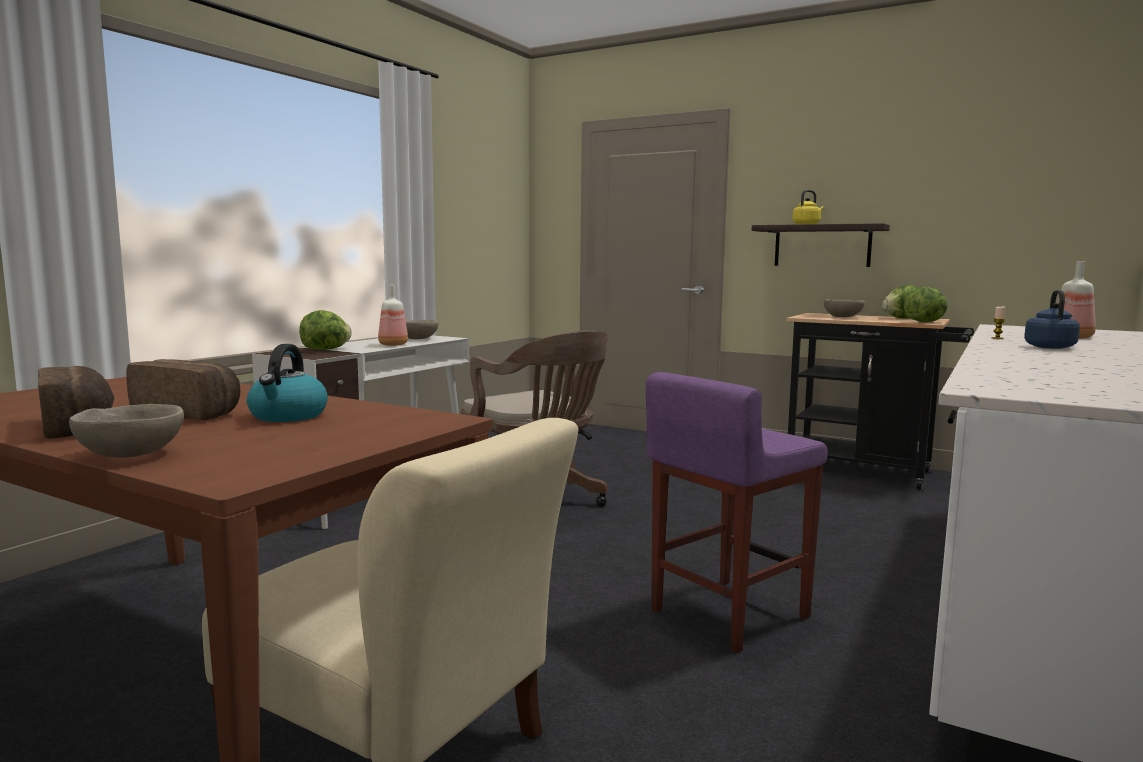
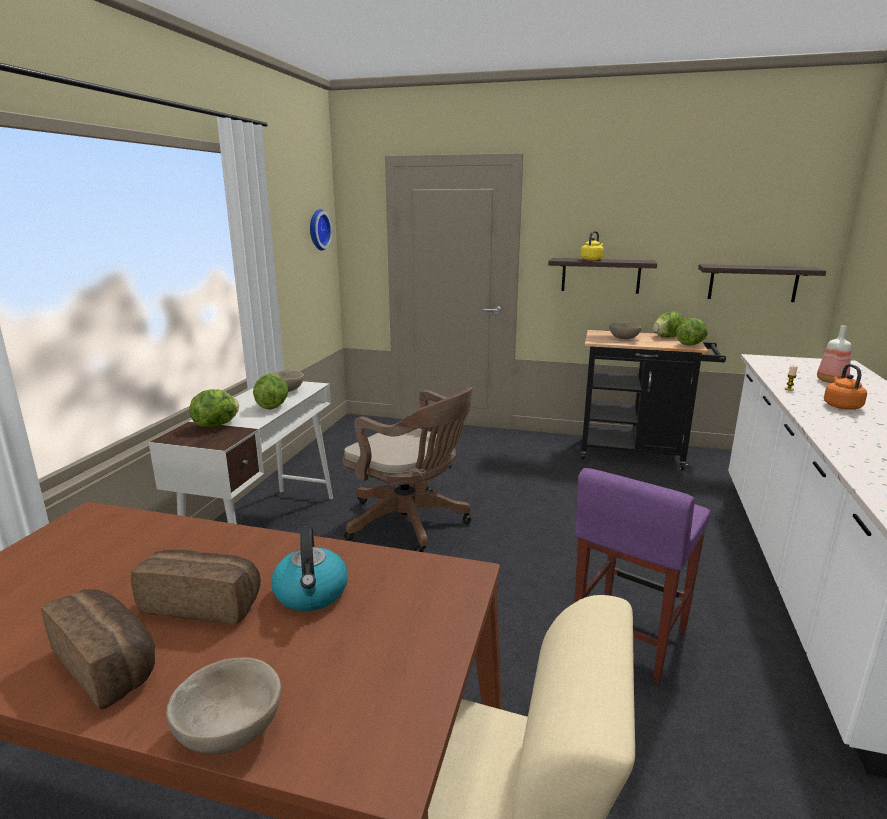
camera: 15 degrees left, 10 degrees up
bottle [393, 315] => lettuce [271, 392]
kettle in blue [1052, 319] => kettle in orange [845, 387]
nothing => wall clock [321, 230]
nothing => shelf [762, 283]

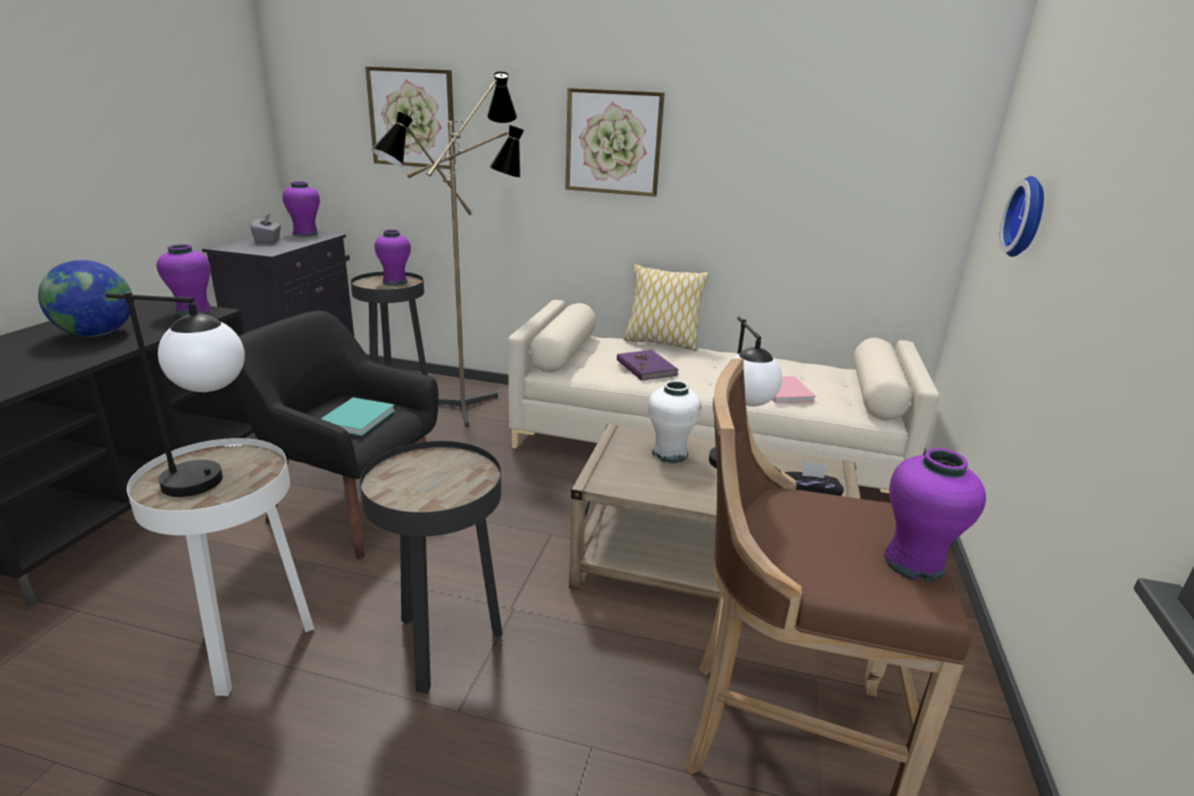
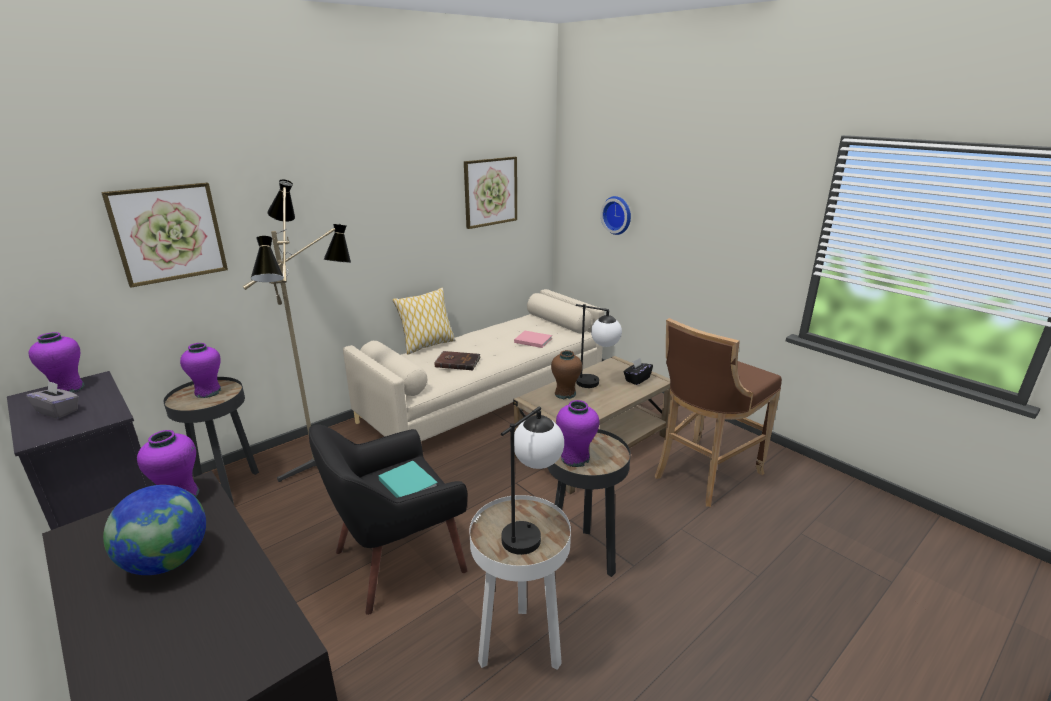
camera: 55 degrees left, 0 degrees up
picture [615, 142] => picture [490, 192], shifted
book in purple [647, 365] => book in brown [457, 360]
vase in white [674, 421] => vase in brown [566, 374]
vase in purple [935, 515] => vase in purple [577, 433], shifted

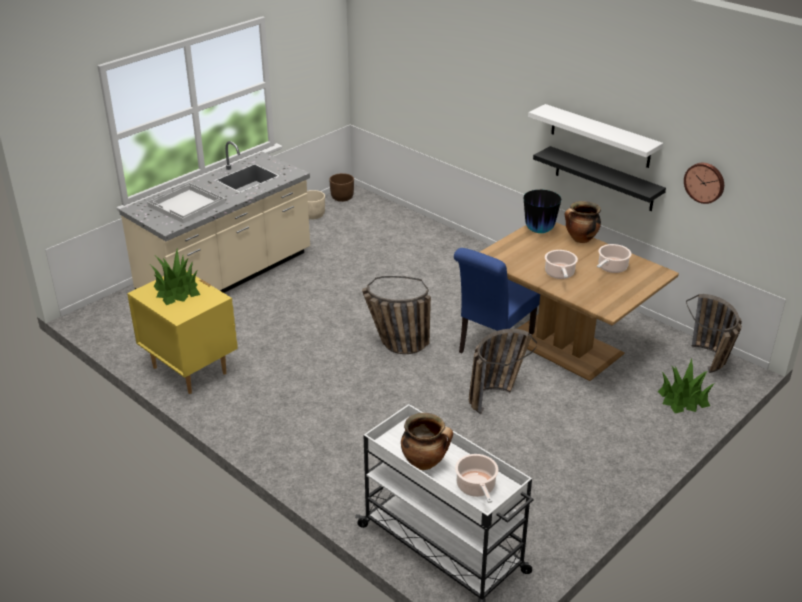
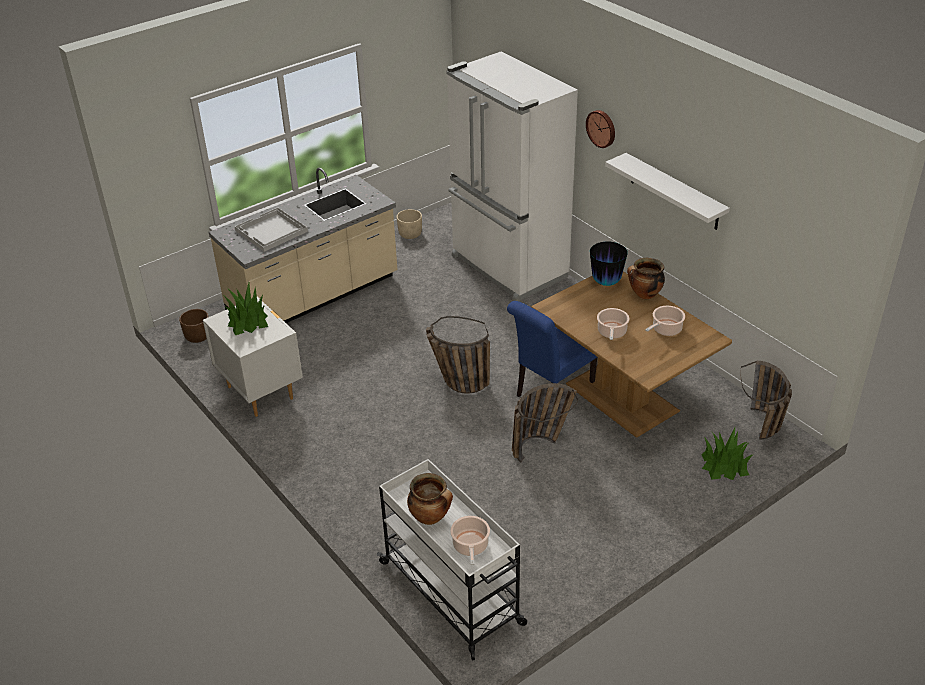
camera: 10 degrees right, 5 degrees up
nightstand in yellow [182, 332] => nightstand in white [253, 357]
planter in brown [341, 187] => planter in brown [193, 326], shifted
shelf in black [599, 178] => nothing
wall clock [704, 183] => wall clock [600, 129], shifted
nothing => fridge in white [512, 176]

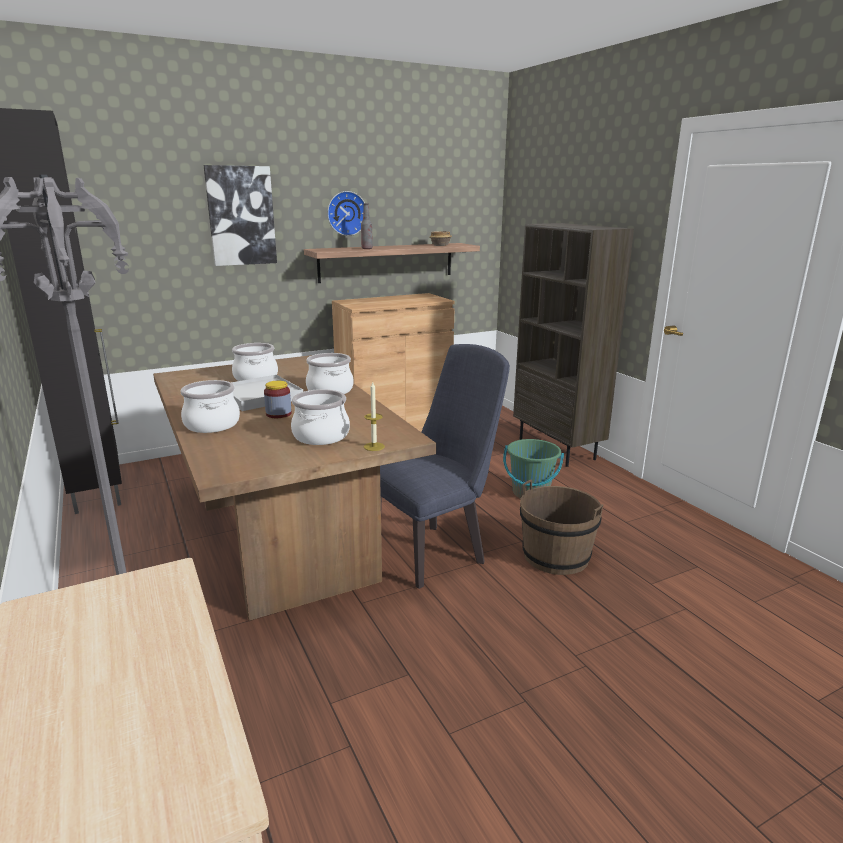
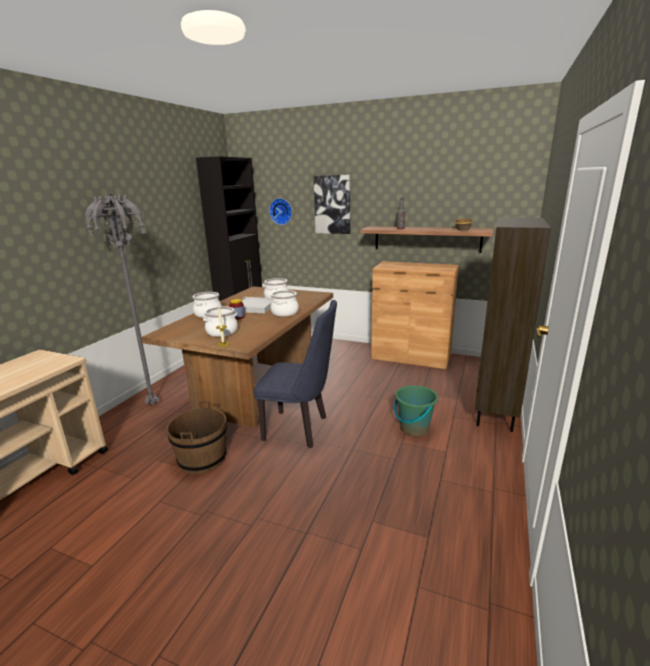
camera: 50 degrees right, 0 degrees up
wall clock [346, 213] => wall clock [280, 211], shifted
bucket in brown [562, 527] => bucket in brown [196, 437], shifted

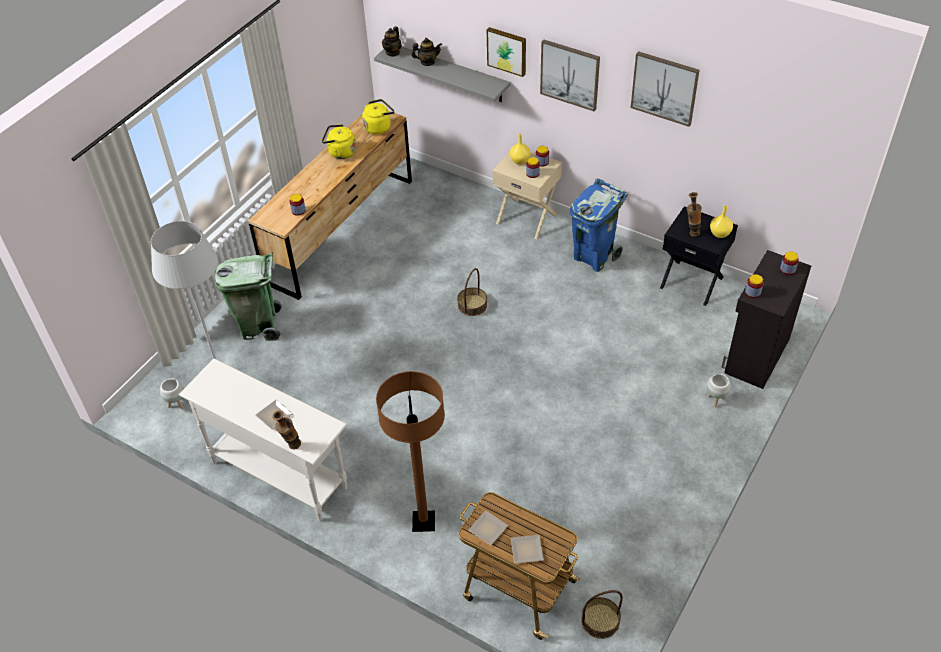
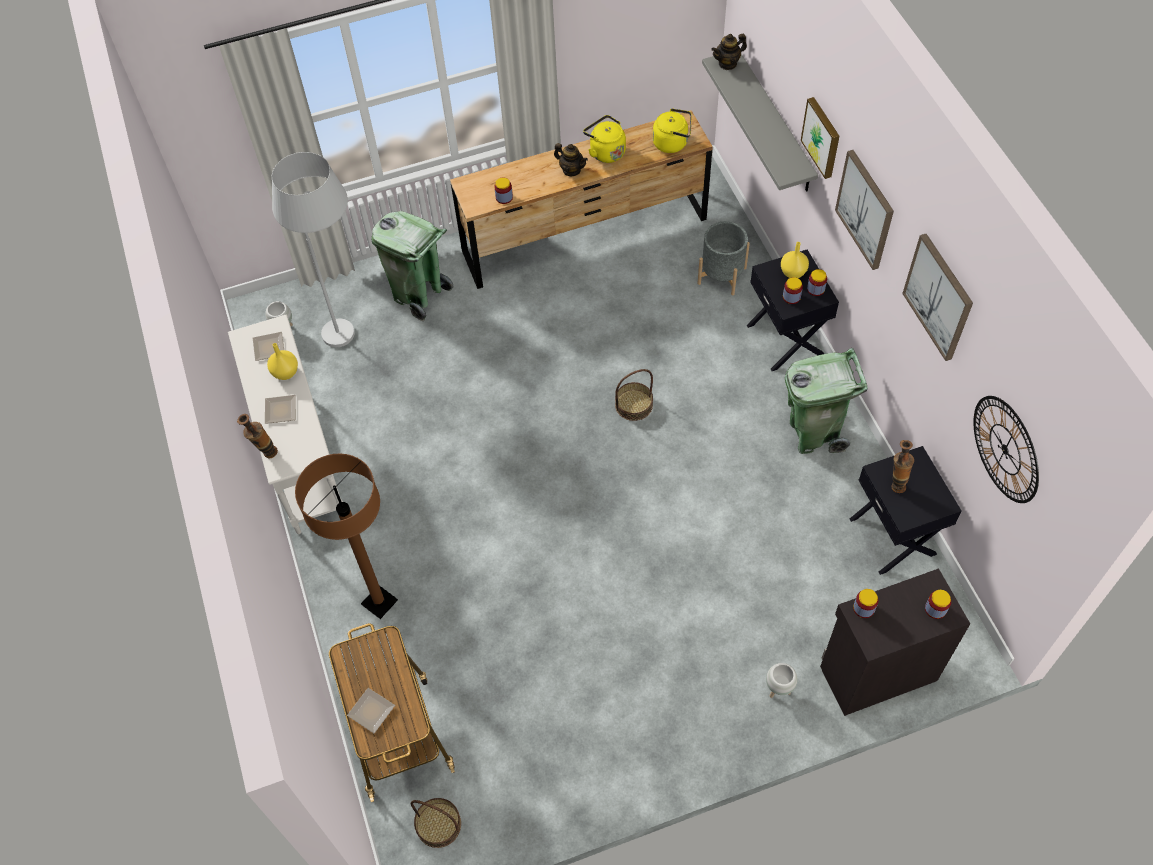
camera: 40 degrees right, 10 degrees up
teapot [426, 52] => teapot [571, 159], shifted
plate [488, 528] => plate [268, 346], shifted
nightstand in beige [527, 195] => nightstand in black [793, 310]
trash can in blue [599, 225] => trash can in green [826, 401]
vase in yellow [721, 222] => vase in yellow [282, 361], shifted
nothing => planter in grey [723, 258]
nothing => wall clock [1006, 449]

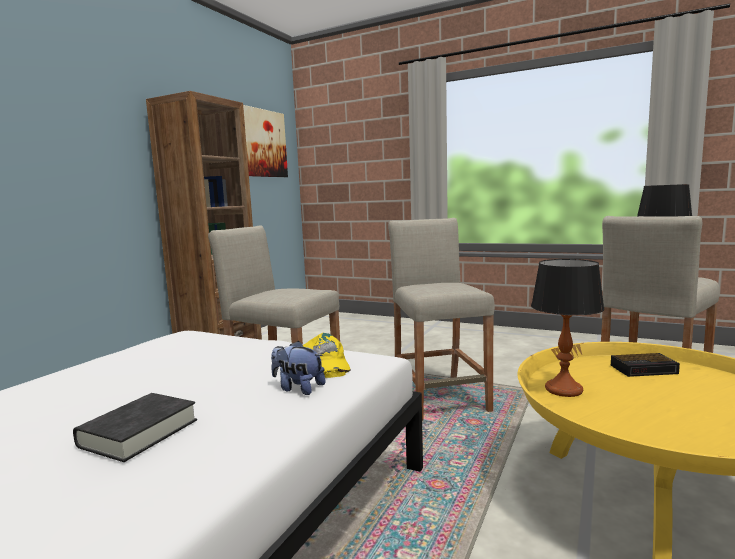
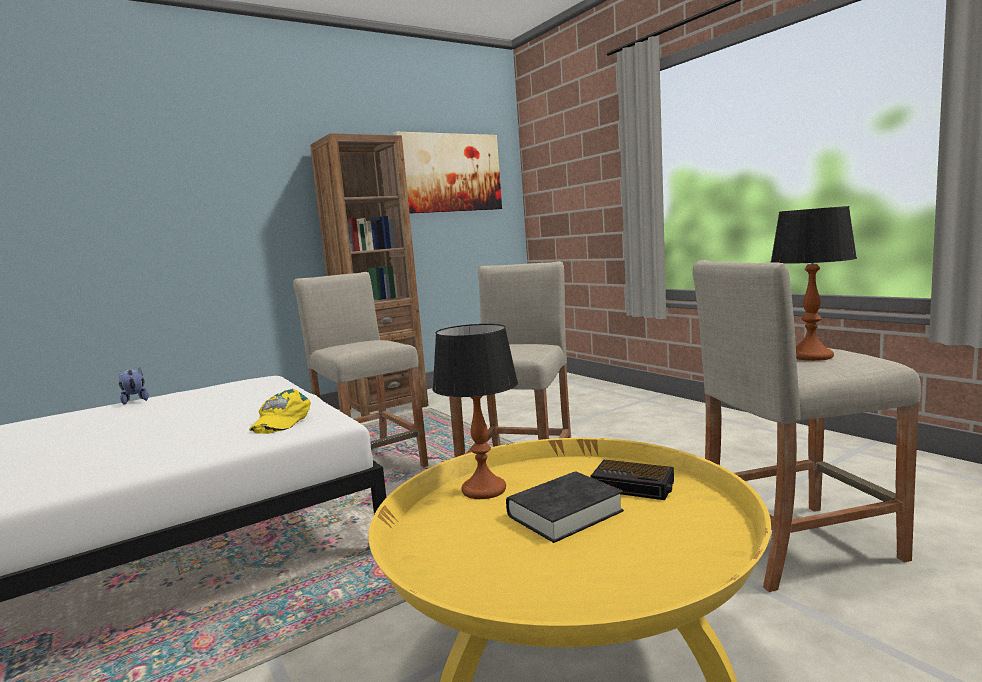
camera: 30 degrees right, 0 degrees up
book in black [135, 427] => book in black [565, 507], shifted
plush toy [298, 368] => plush toy [134, 386], shifted

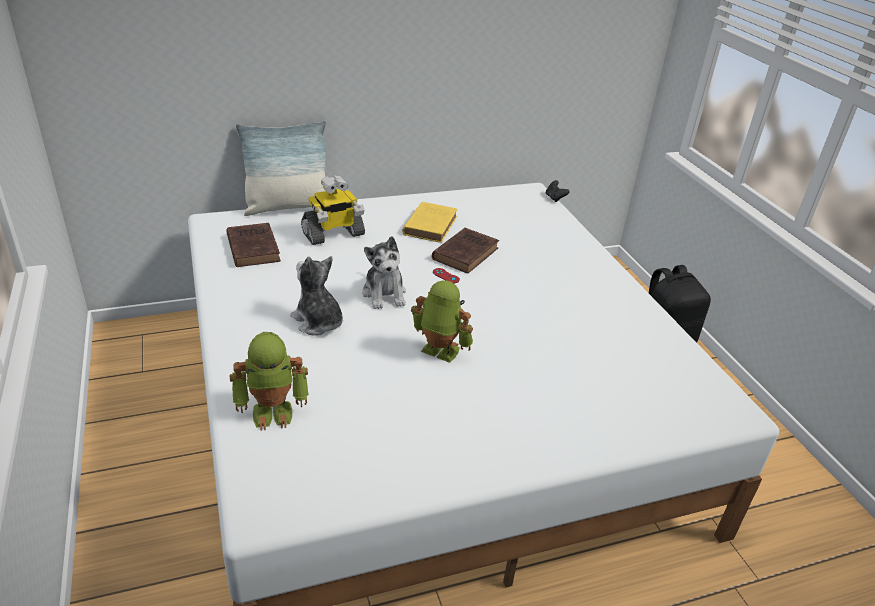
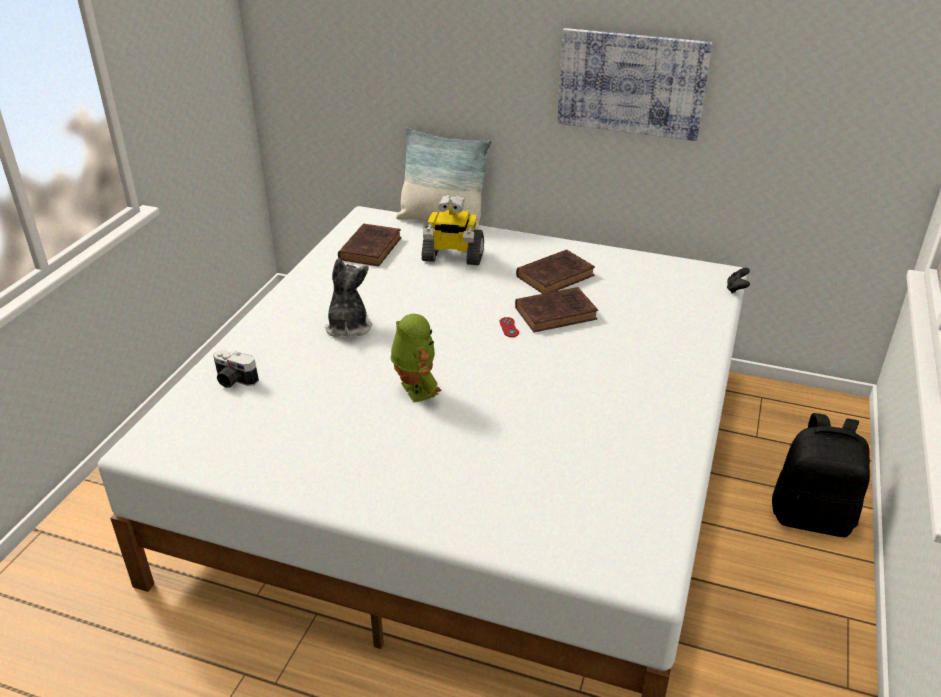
camera: 40 degrees right, 0 degrees up
toy robot [269, 381] => photo camera [236, 369]
plush toy [384, 272] => nothing
book in yellow [430, 222] => book in brown [555, 271]
nothing => picture [634, 84]

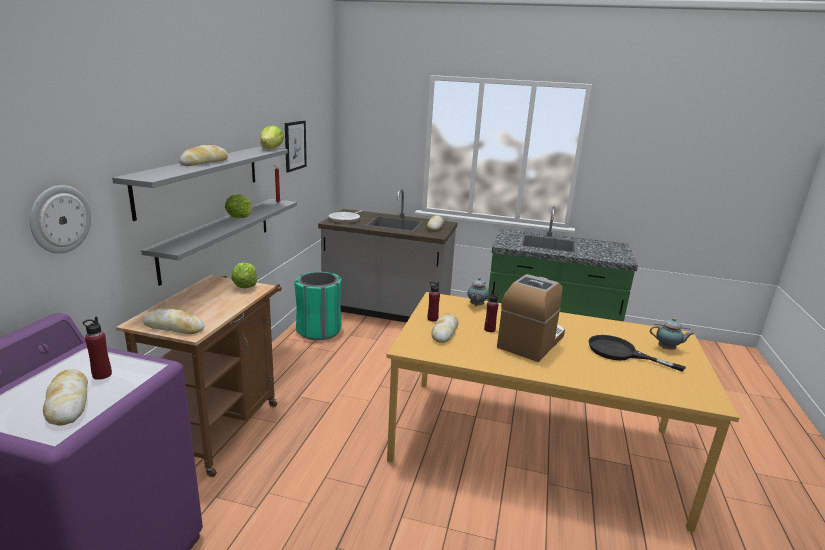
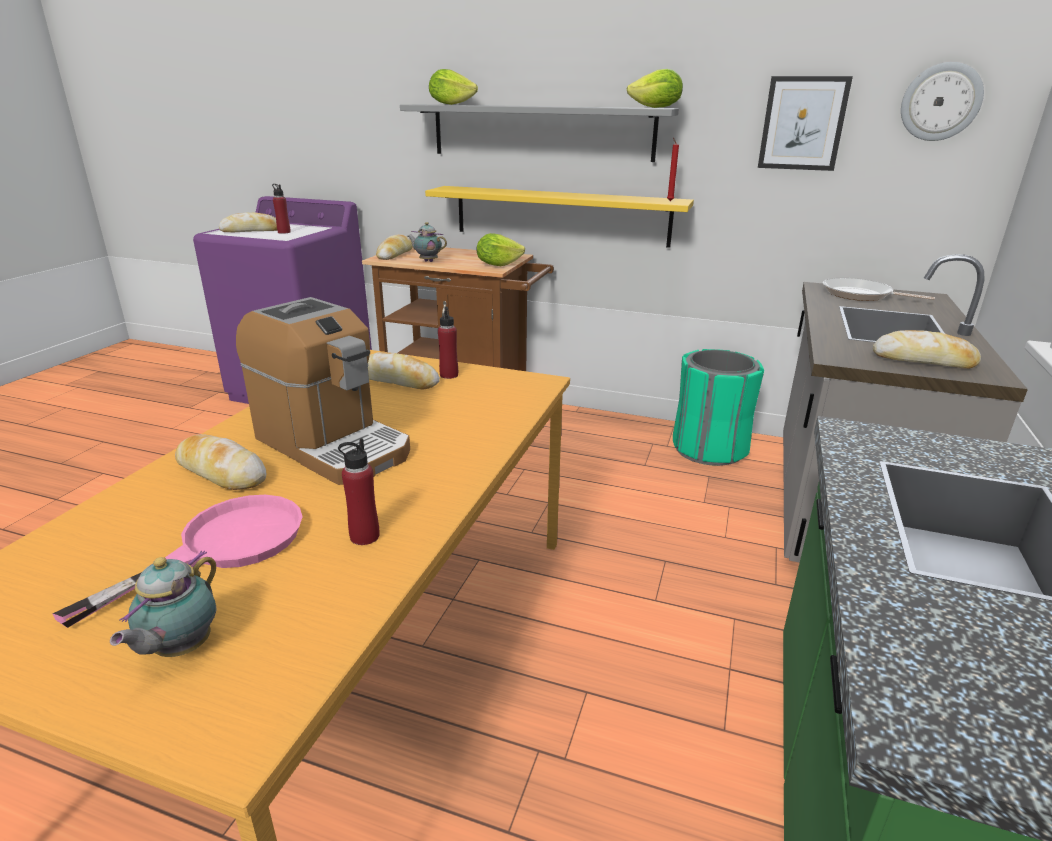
camera: 95 degrees right, 5 degrees up
wall clock [60, 219] => wall clock [942, 101], shifted
shelf in grey [219, 242] => shelf in yellow [559, 217]
bread [203, 155] => bread [220, 462], shifted
lettuce [238, 206] => lettuce [453, 87], shifted
teapot [478, 291] => teapot [427, 242], shifted
bottle in red [491, 311] => bottle in red [358, 491], shifted
frying pan in black [637, 353] => frying pan in pink [177, 561]

